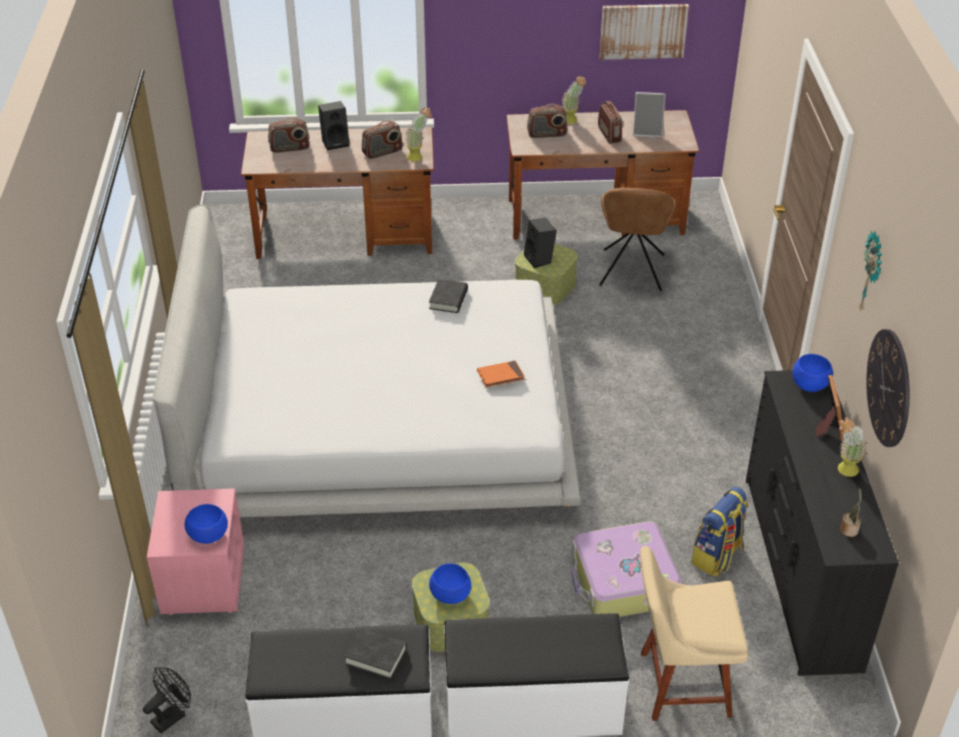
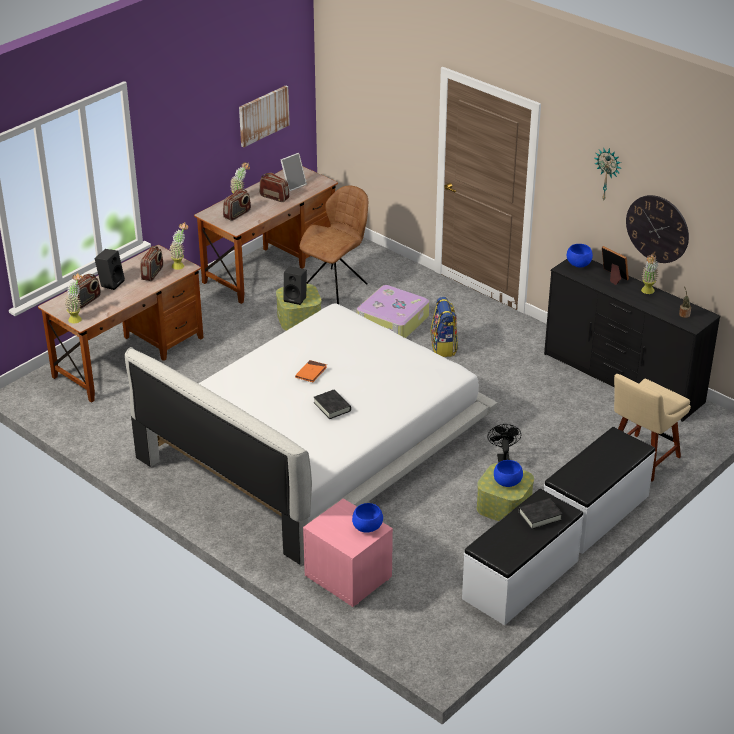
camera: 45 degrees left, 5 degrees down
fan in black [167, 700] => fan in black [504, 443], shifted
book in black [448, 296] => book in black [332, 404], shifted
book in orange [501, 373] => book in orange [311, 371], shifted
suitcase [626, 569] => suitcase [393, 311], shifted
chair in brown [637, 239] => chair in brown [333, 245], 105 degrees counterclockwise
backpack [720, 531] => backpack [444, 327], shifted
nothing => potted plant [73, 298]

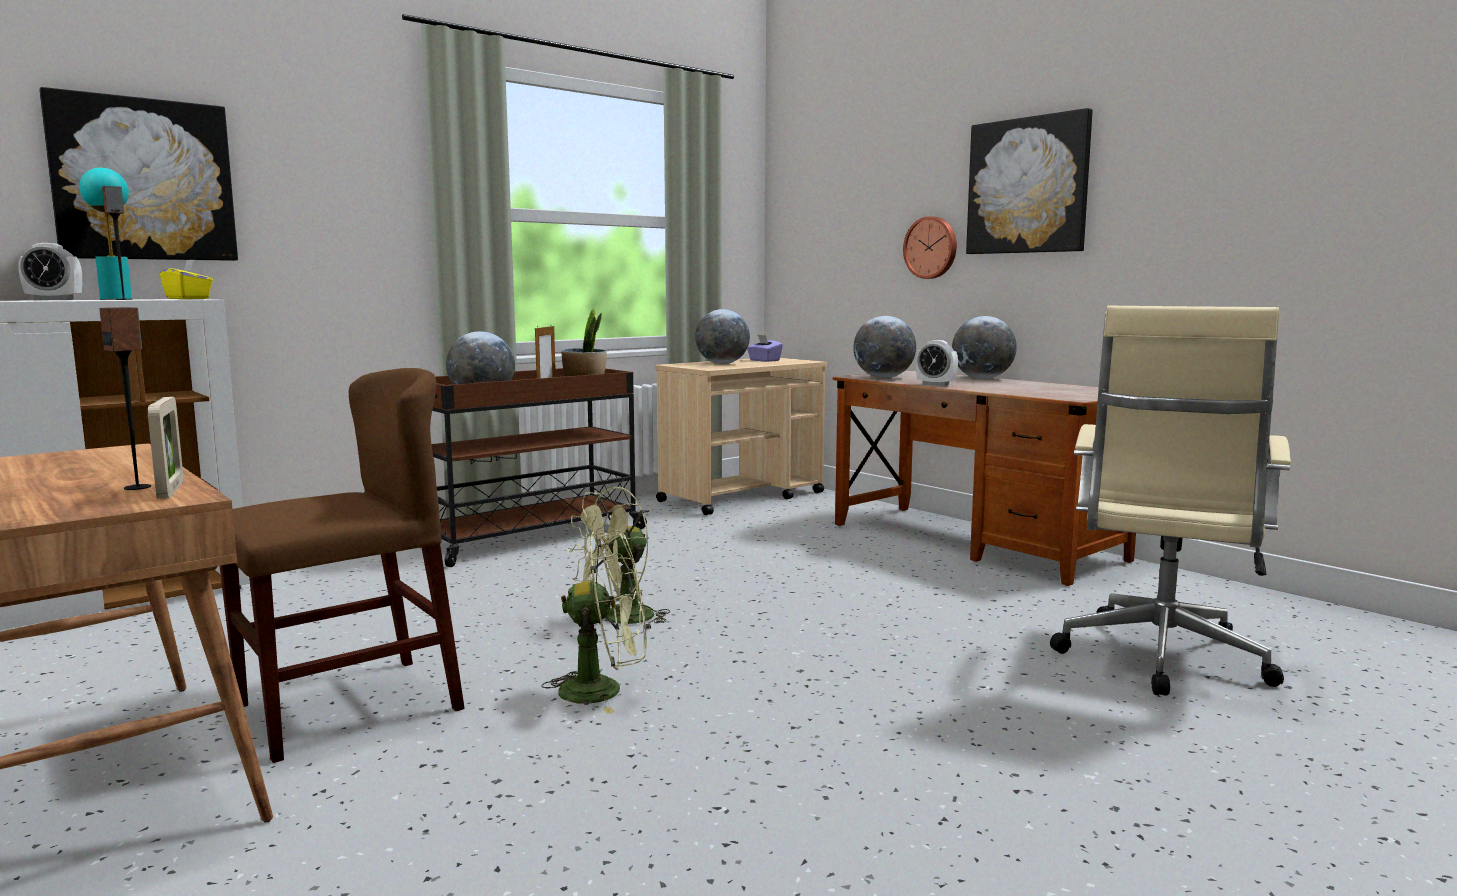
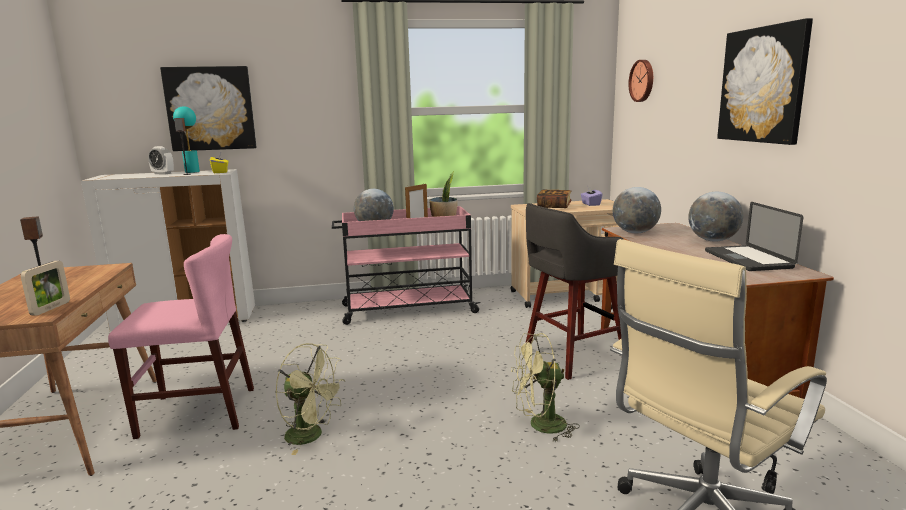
camera: 30 degrees right, 5 degrees up
chair in brown [342, 565] => chair in pink [181, 336]
cart in brown [540, 467] => cart in pink [406, 265]
fan in green [618, 558] => fan in green [545, 387], shifted
globe [722, 336] => book [554, 198]
wall clock [930, 247] => wall clock [640, 81], shifted
alarm clock [937, 363] => nothing
nothing => stool in grey [575, 291]
nothing => laptop [754, 236]

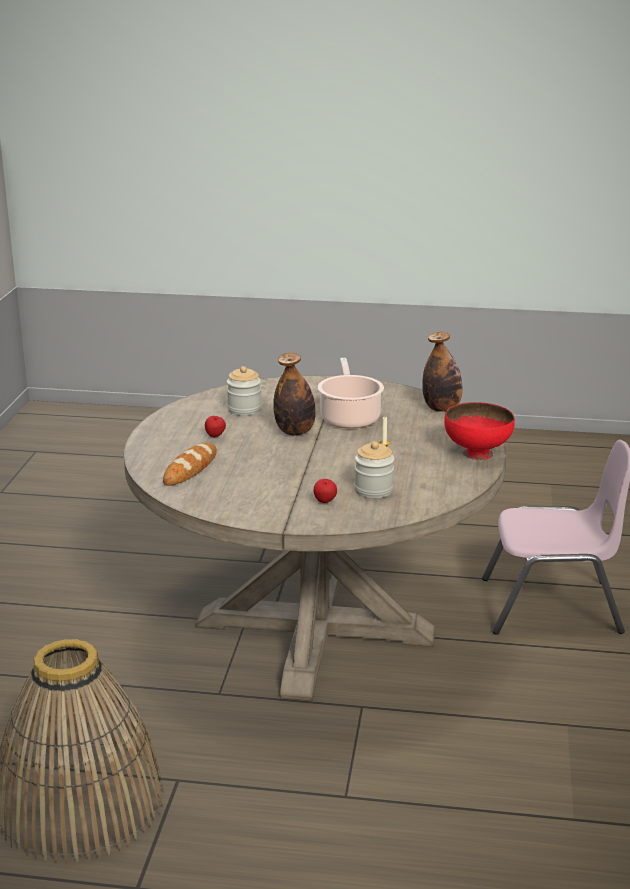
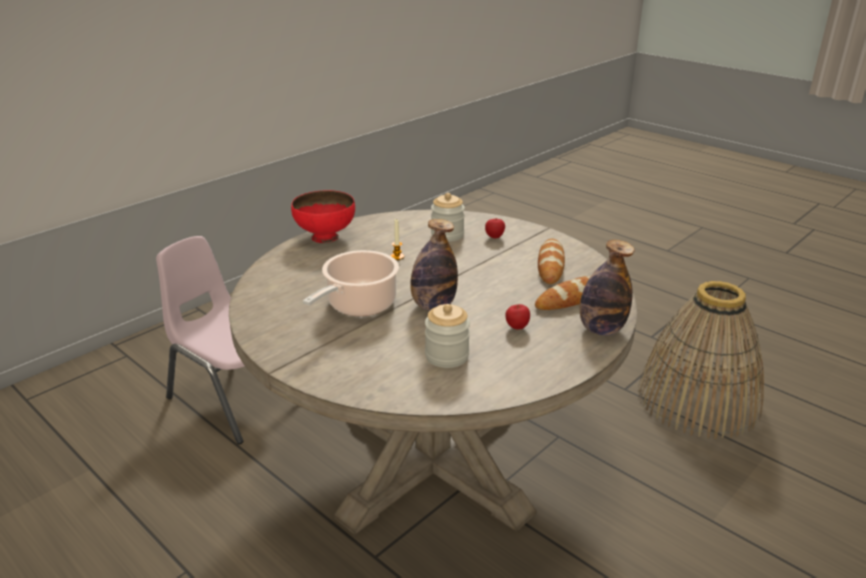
camera: 145 degrees left, 5 degrees up
bottle [442, 372] => bottle [607, 288], shifted
nothing => bread [551, 261]

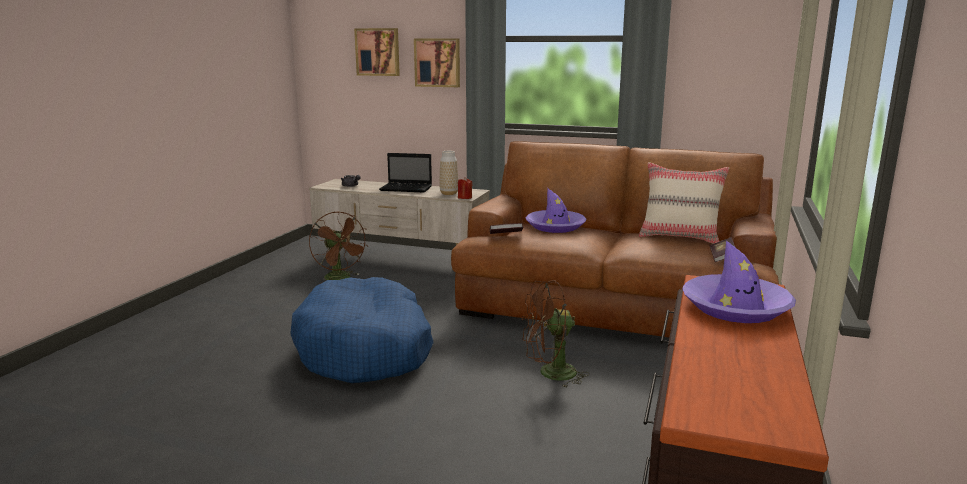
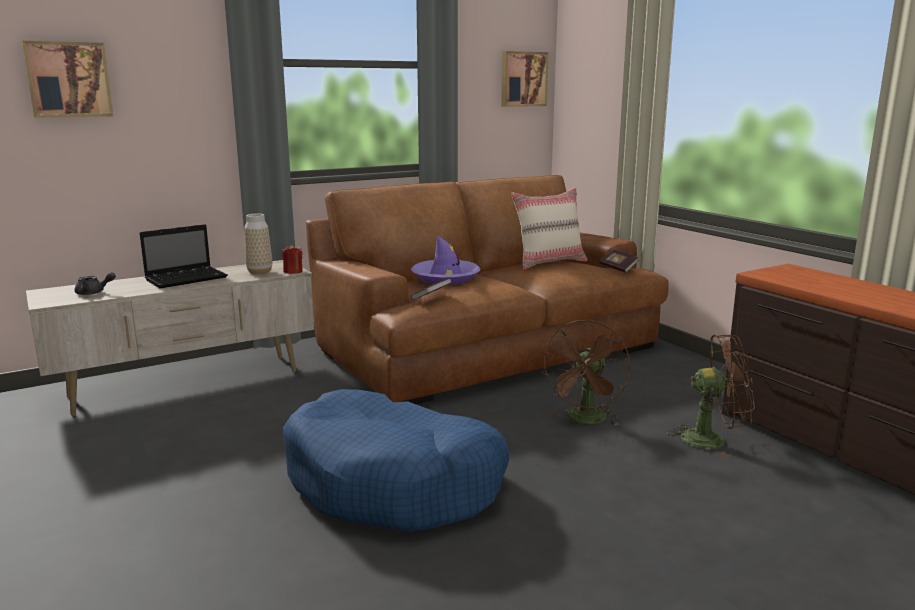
camera: 50 degrees left, 0 degrees up
fan in brown [338, 248] => fan in brown [711, 396], shifted
picture [437, 62] => picture [525, 79], shifted
hat in purple [739, 281] => nothing

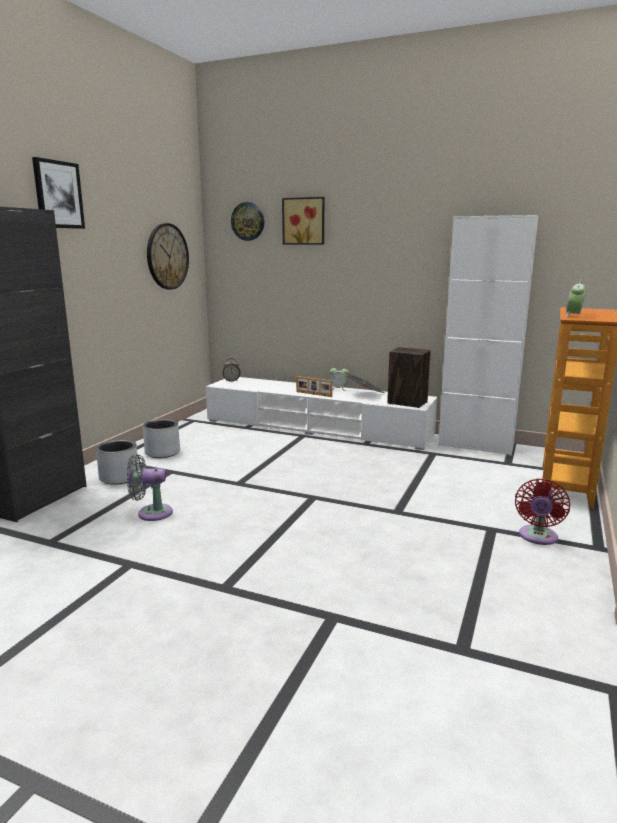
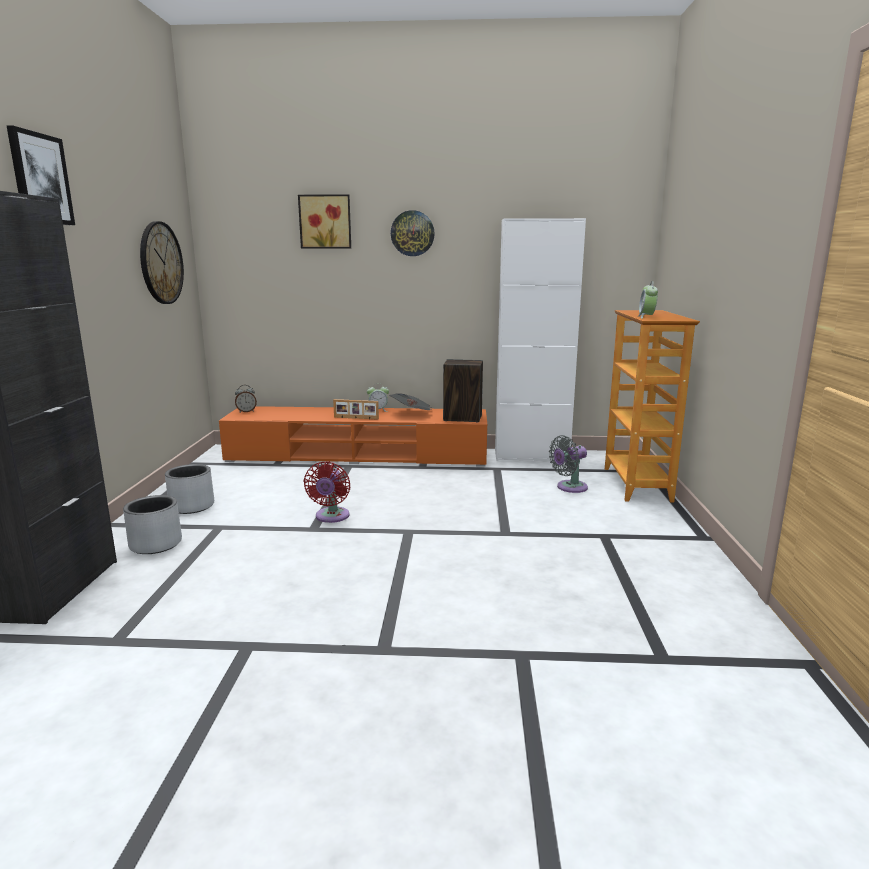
camera: 20 degrees left, 0 degrees up
fan in grey [150, 487] => fan in grey [568, 464], shifted
tv stand in white [321, 413] => tv stand in orange [353, 436]
wall clock [247, 221] => wall clock [413, 233], shifted
fan in red [542, 512] => fan in red [326, 492], shifted

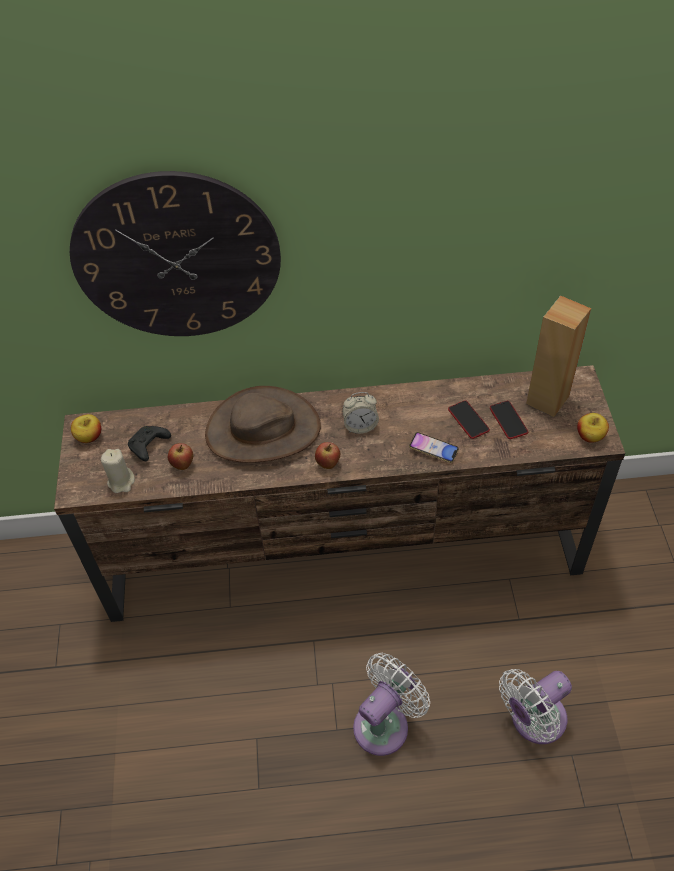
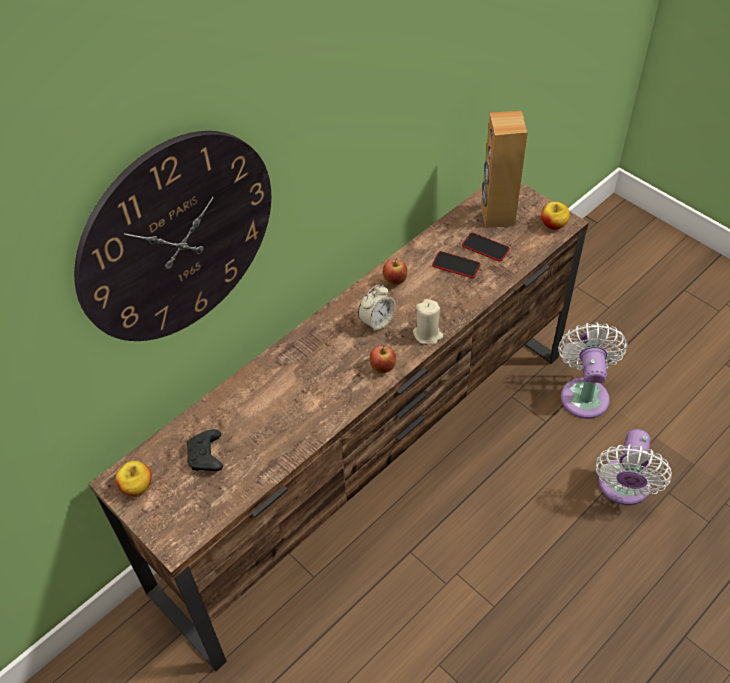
camera: 40 degrees left, 0 degrees up
candle in beige [118, 471] => candle in beige [428, 322], shifted
apple [181, 456] => apple [395, 272], shifted
hat in brown [263, 424] => nothing
fan in white [391, 704] => fan in white [592, 370], shifted
phone [434, 447] => nothing

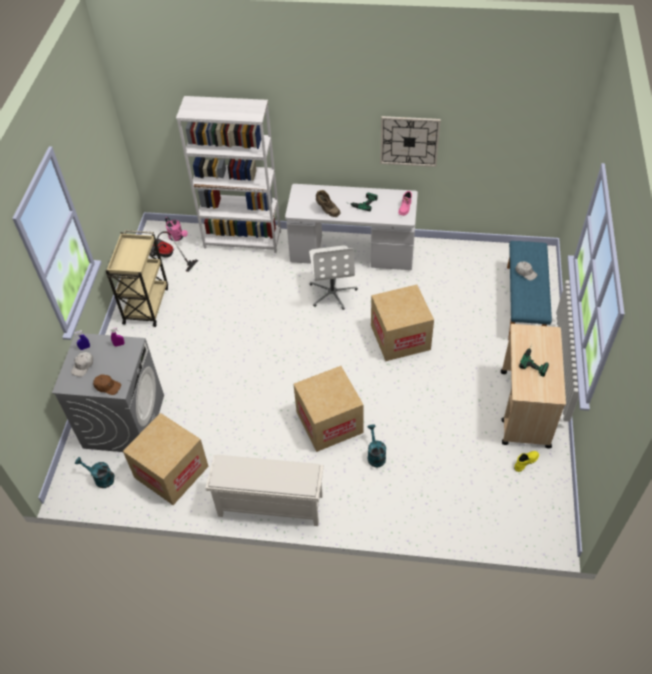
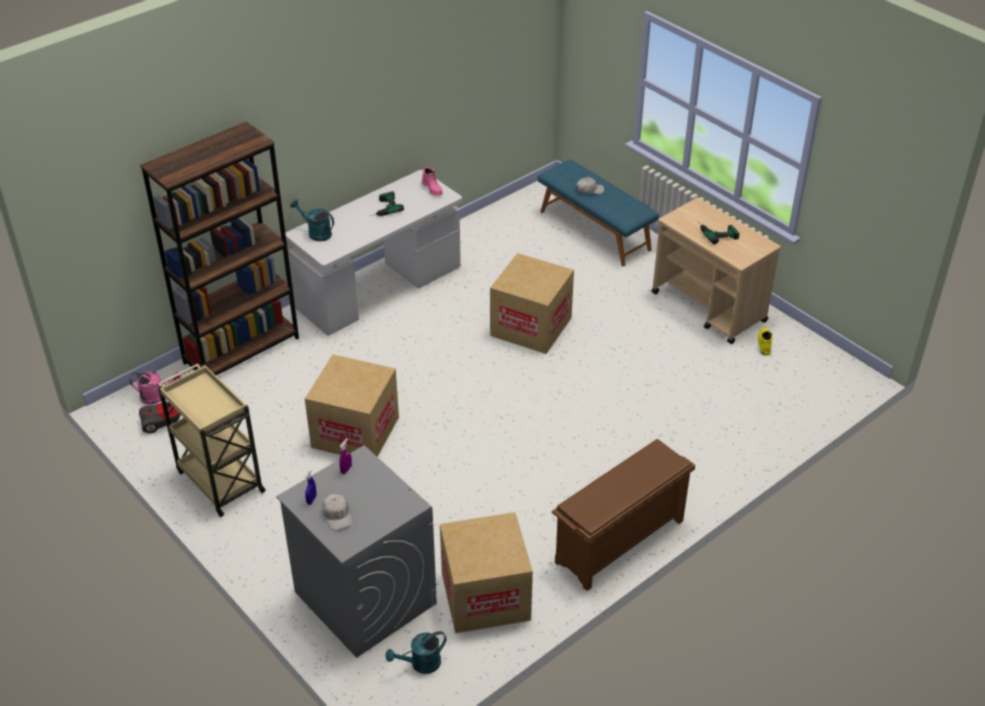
camera: 50 degrees left, 10 degrees down
cap in brown [107, 384] => nothing
bookcase in white [228, 174] => bookcase in brown [219, 248]
shoe rack in white [265, 490] => shoe rack in brown [623, 515]
cardboard box [328, 409] => cardboard box [352, 406], shifted
office chair in white [333, 278] => nothing
boot in brown [328, 203] => nothing
watering can in turquoise [377, 445] => watering can in turquoise [312, 220], shifted
wall clock [410, 141] => nothing

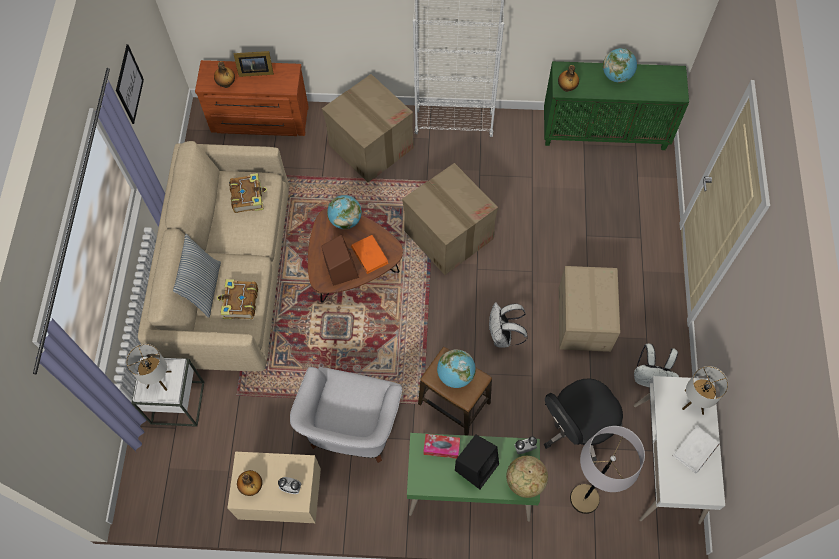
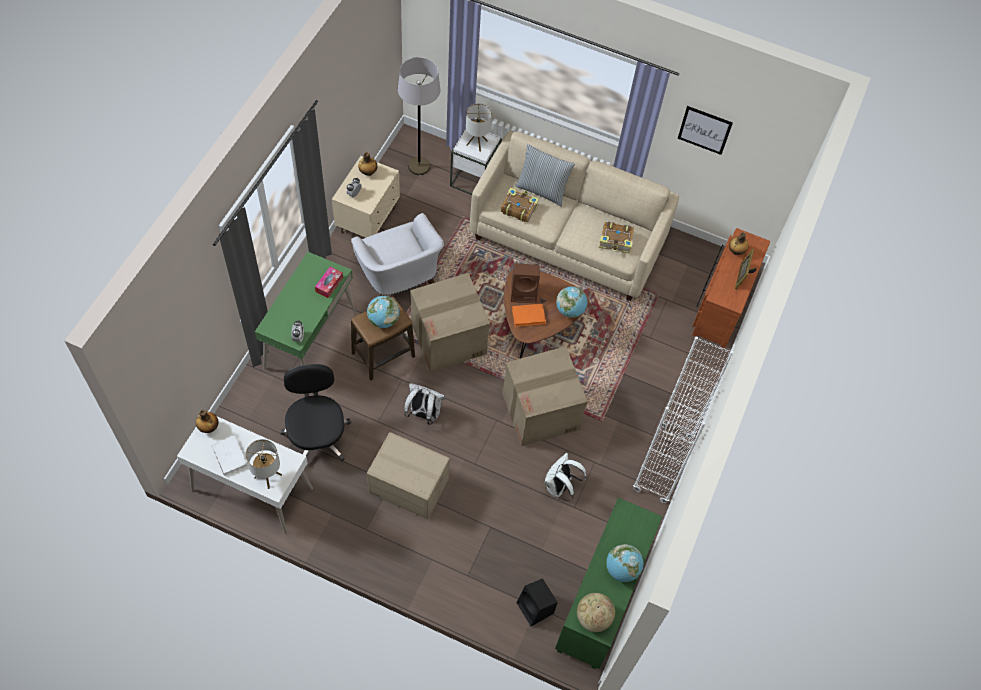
camera: 105 degrees right, 5 degrees down
armchair in white [346, 415] => armchair in white [397, 254], 150 degrees counterclockwise
cardboard box [368, 128] => cardboard box [450, 322], shifted
speaker in black [477, 461] => speaker in black [537, 602], shifted
globe [527, 477] => globe [596, 612], shifted
bottle [568, 78] => bottle [207, 421], shifted
floor lamp in grey [607, 470] => floor lamp in grey [419, 116], shifted
backpack in white [656, 365] => backpack in white [566, 477], shifted

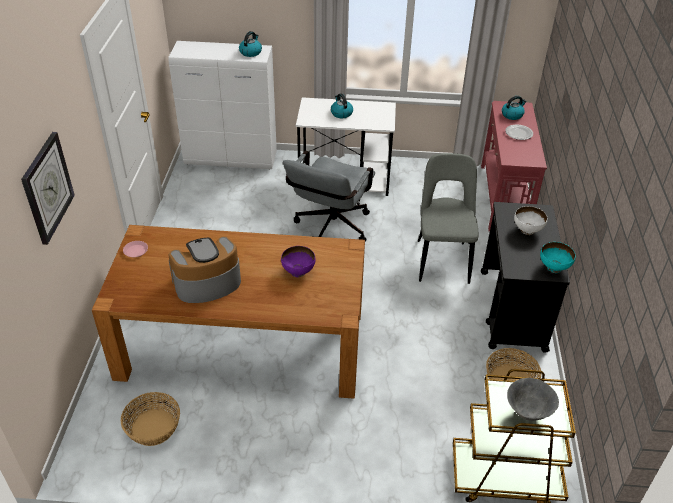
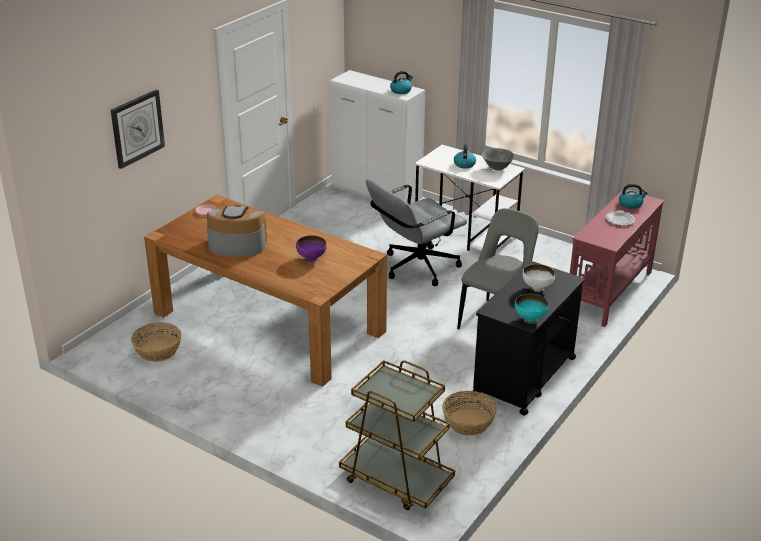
camera: 30 degrees right, 10 degrees down
bowl in grey [533, 399] => bowl in grey [498, 159], shifted

